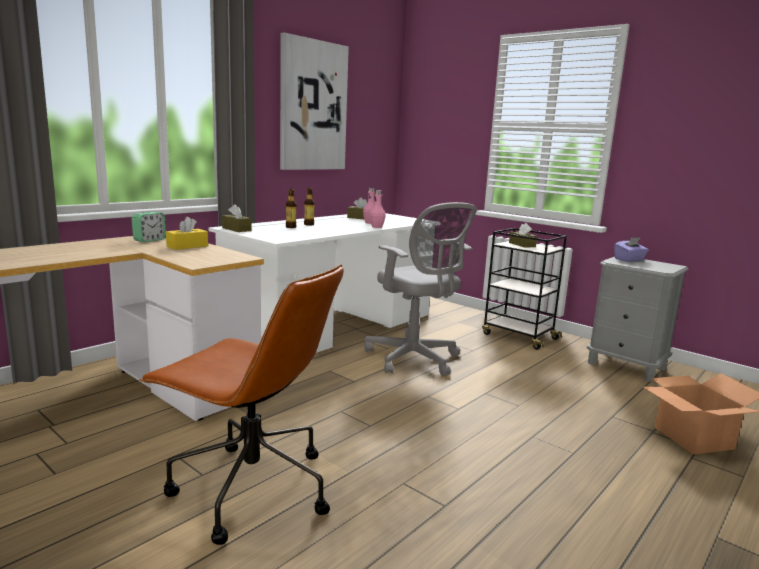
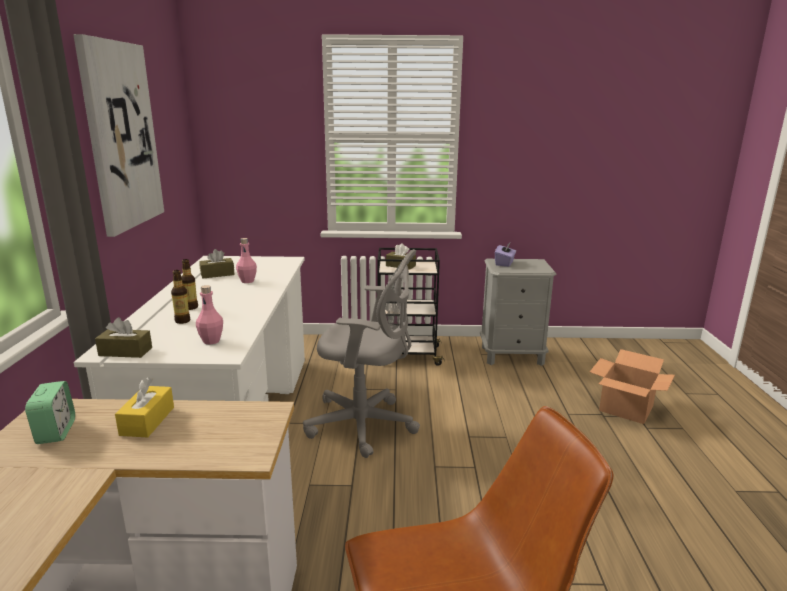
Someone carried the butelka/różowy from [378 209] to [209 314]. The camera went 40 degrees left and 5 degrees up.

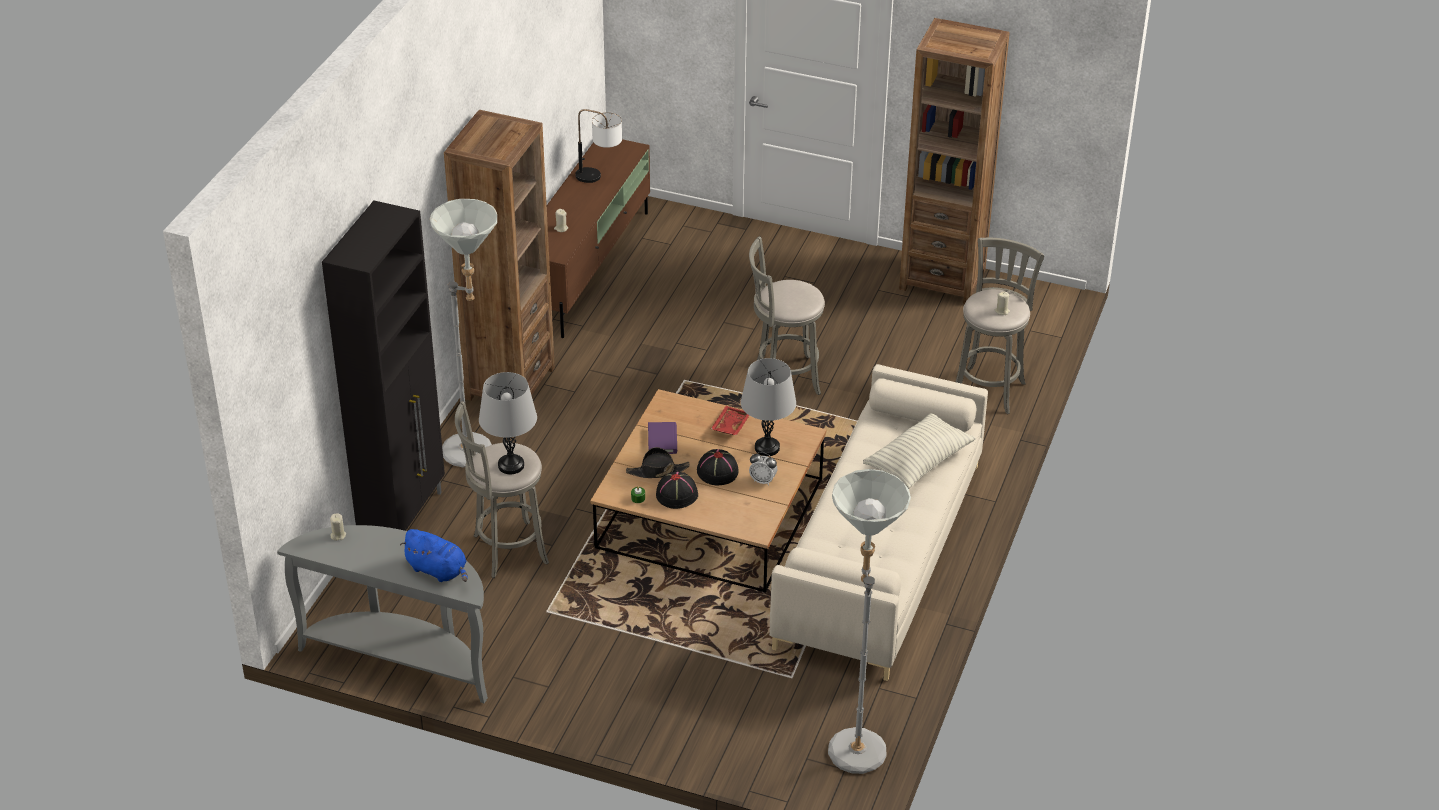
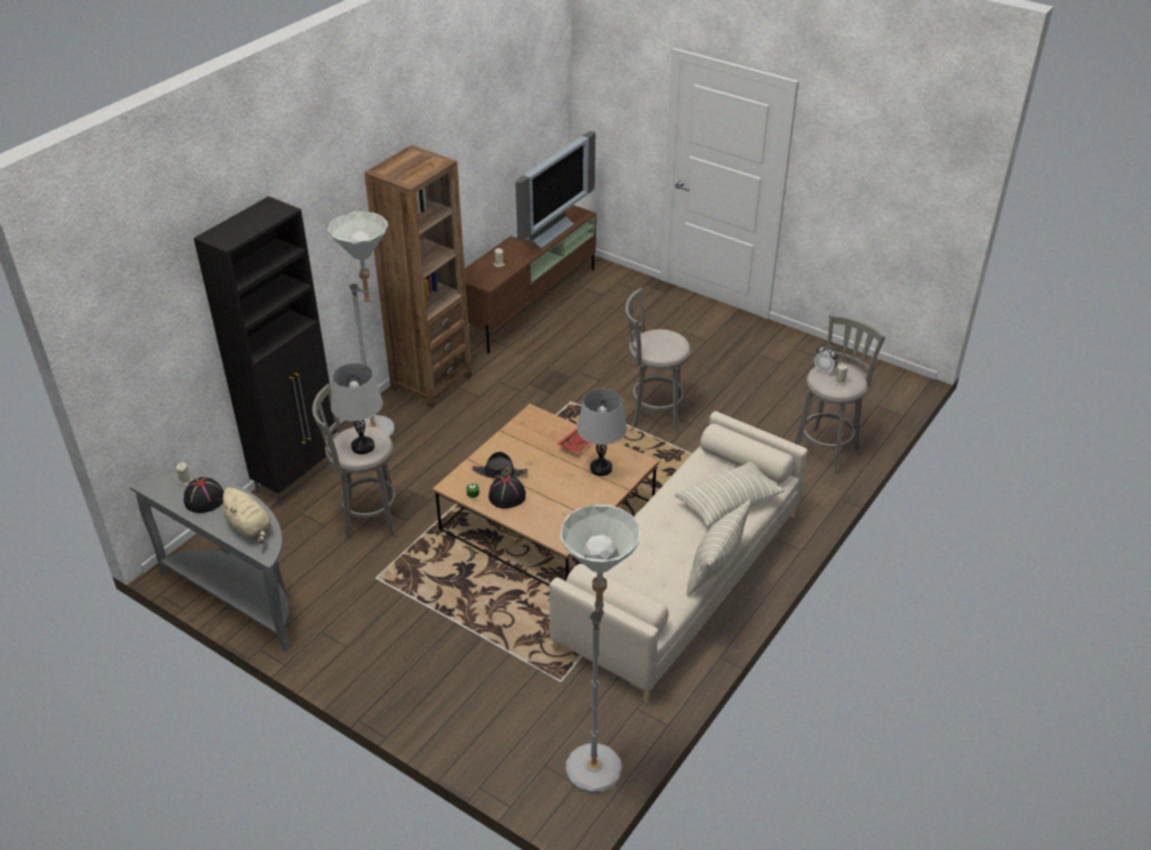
Someone carried the kapelusz/czarny from [718 467] to [204 495]. Someone repainted the pluszak/niebieski at [434 555], which became the pluszak/beżowy at [244 515]. Someone swapped the lampa stołowa at [598 146] for the telewizor at [553 190]. Someone put down the poduszka at [719 547]. Someone carried the budzik from [763 468] to [826 359]. Someone took away the książka/fioletowy at [662 438]. Someone took away the regał/brązowy at [954 161]. The camera went 15 degrees right and 0 degrees up.

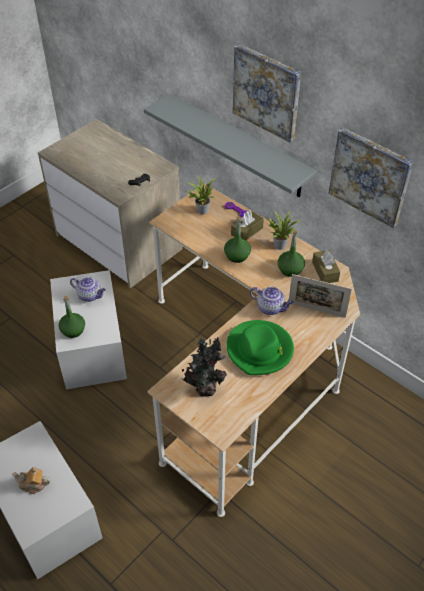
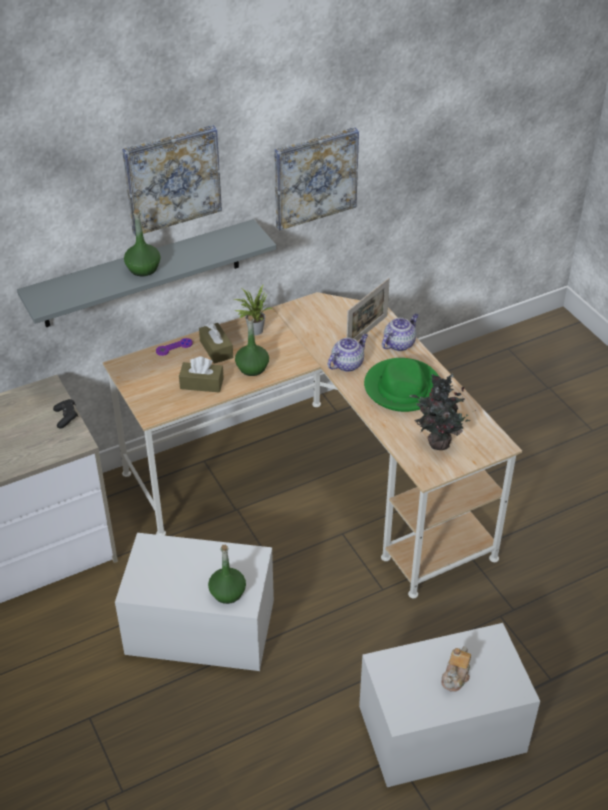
Someone carried the butelka/zielony from [291 253] to [142 242]. Someone carried the pudełko chusteczek/brązowy from [326 266] to [201 375]. Someone carried the imbryk from [88 289] to [400 332]. Someone took away the roślina doniczkowa at [200 195]. The camera went 70 degrees left and 5 degrees down.

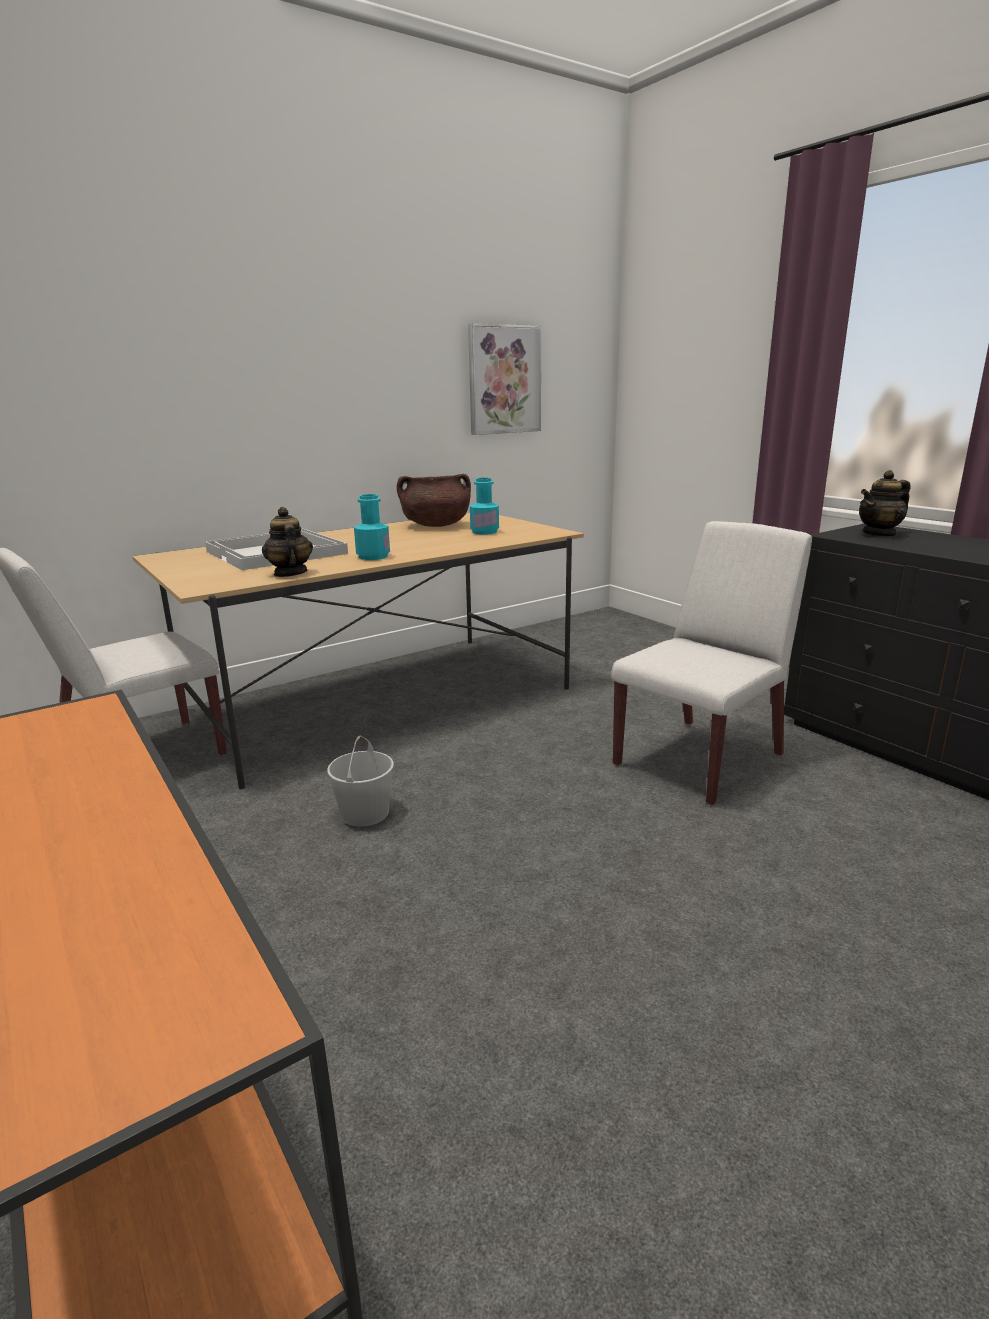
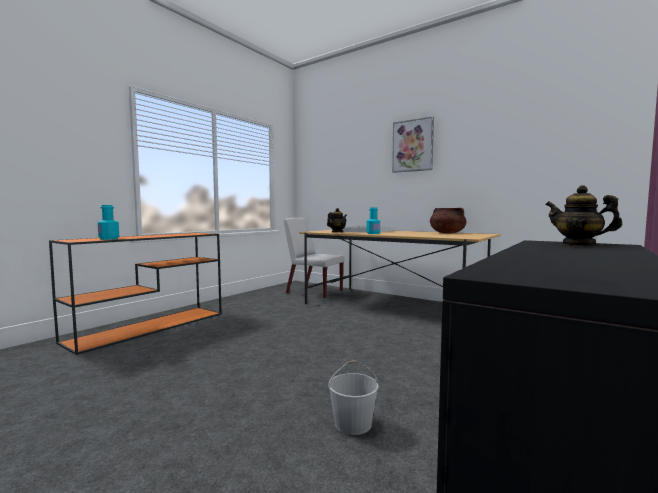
Someone carried the butelka/turkusowy from [484 506] to [108 222]. Someone carried the wiadro/biały from [360 781] to [353 397]. Someone carried the obraz from [504 379] to [413 144]. Someone took away the krzesło/biały at [711 663]. The camera went 70 degrees right and 15 degrees down.

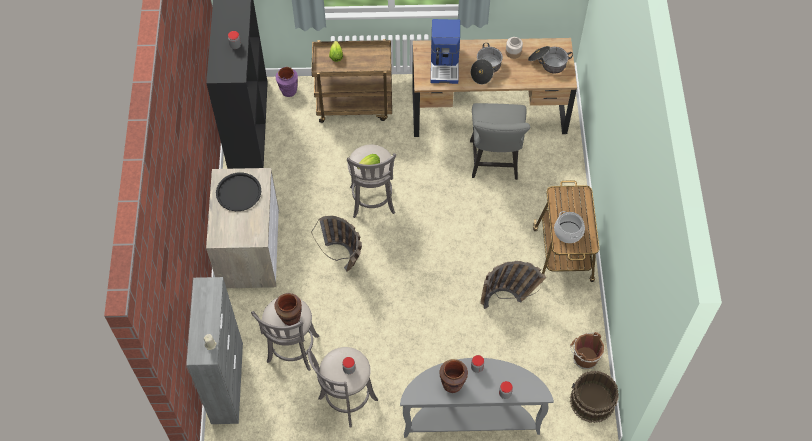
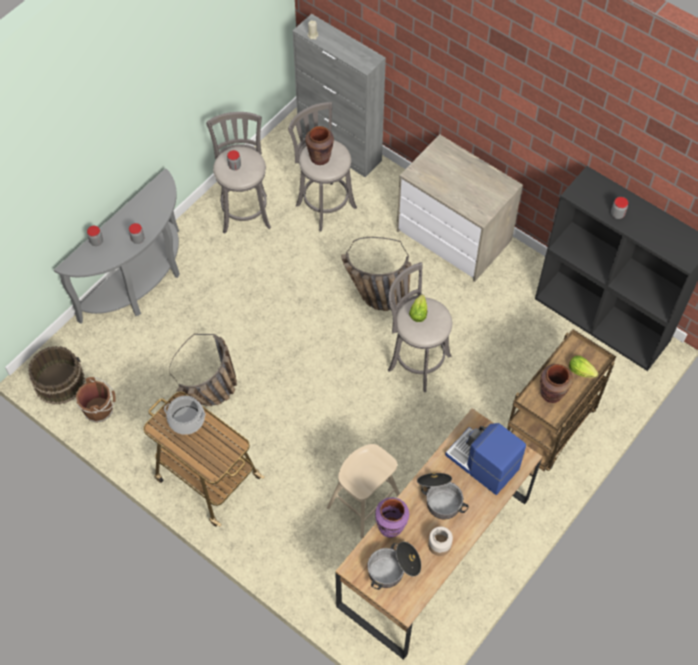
Someone swapped the krzesło/szary at [500 141] for the stołek/beżowy at [363 491]. Someone carried the wazon/fioletowy from [287 82] to [392 517]. Someone carried the wazon/brązowy from [453 376] to [556 383]. Someone took away the taca/czarny at [238 191]. The camera went 130 degrees right and 0 degrees up.

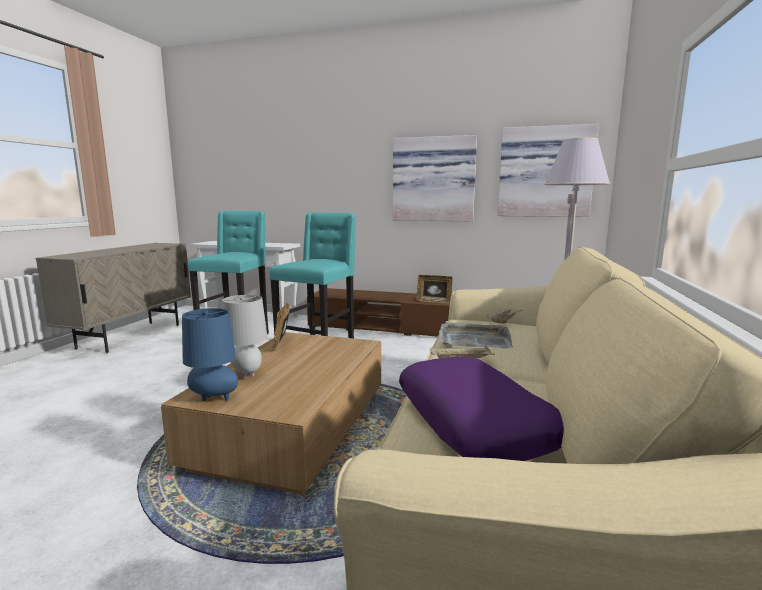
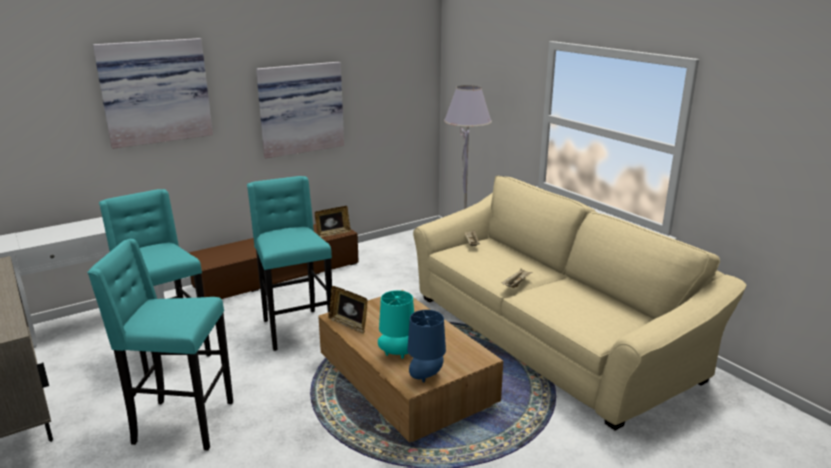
Someone put down the stołek/turkusowy at [160 344]. Someone carried the obraz from [548 170] to [153 93]. Someone repainted the lampa stołowa/szary at [244 336], which became the lampa stołowa/turkusowy at [396 324]. Someone took away the poduszka/fioletowy at [481 409]. Someone took away the taca/szary at [476 334]. The camera went 50 degrees left and 10 degrees up.

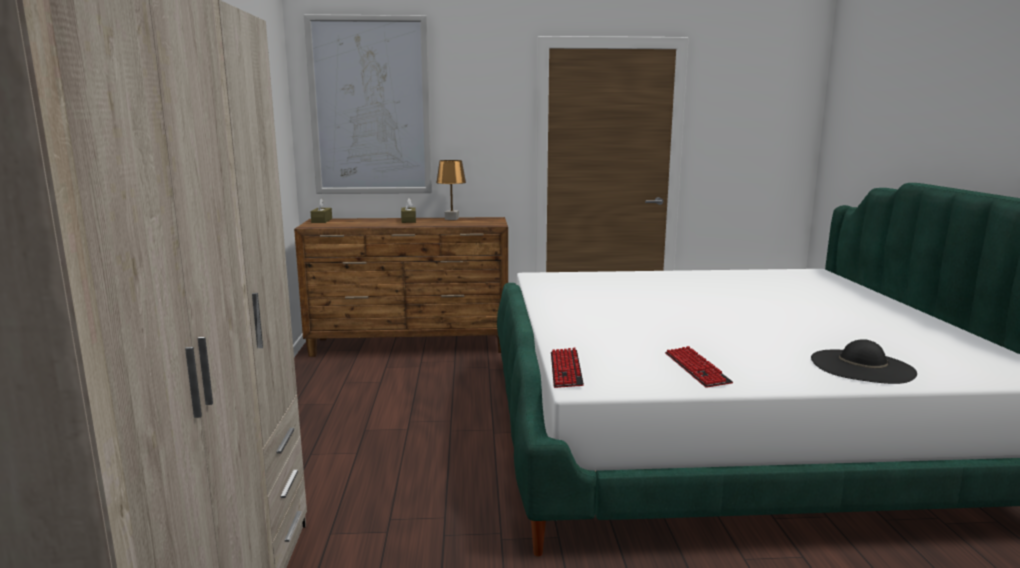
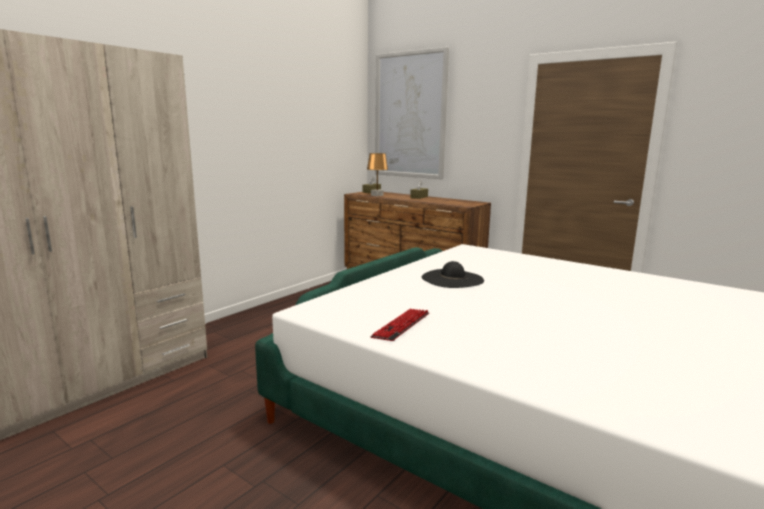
Someone carried the lampa stołowa/brązowy from [451 190] to [377 174]. Someone carried the kapelusz/czarny from [864 361] to [453 274]. Someone took away the klawiatura at [567 368]. The camera went 40 degrees right and 0 degrees up.

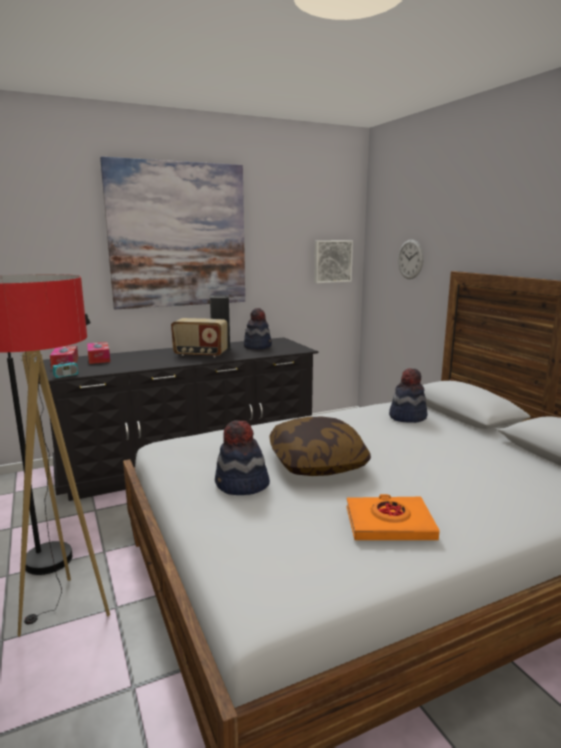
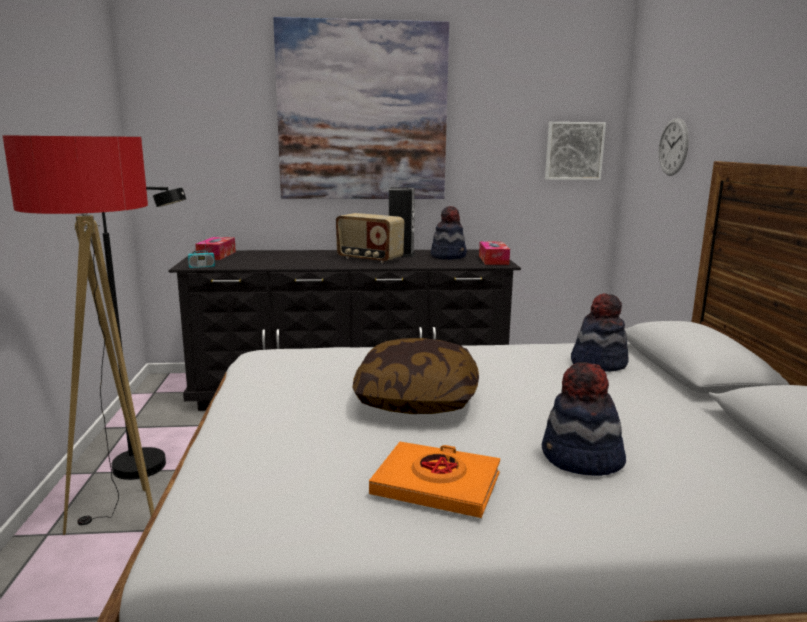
Someone carried the pudełko chusteczek from [98 353] to [494 253]. Someone carried the kapelusz from [242 457] to [584 419]. The camera went 20 degrees right and 0 degrees up.

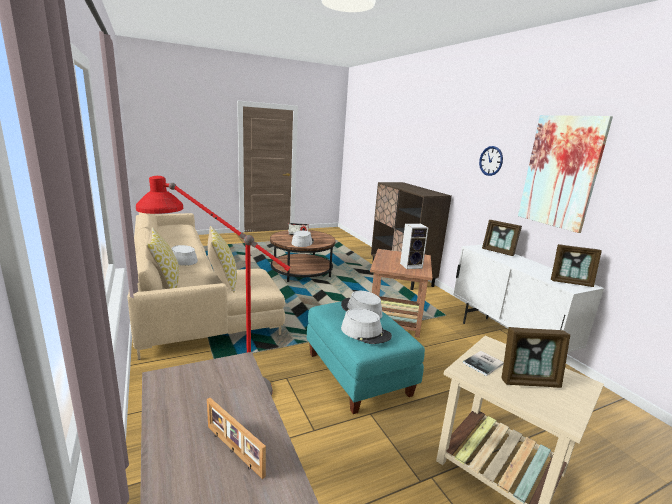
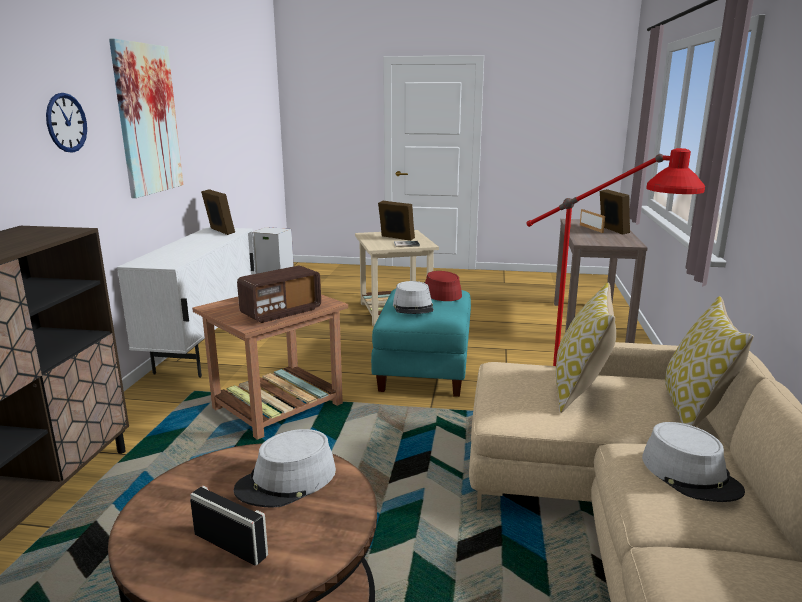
Someone put down the radio at [279 294]. Someone repainted the kapelusz/szary at [366 326], which became the kapelusz/czerwony at [443 286]. Someone carried the ramka na zdjęcie from [502 238] to [615 212]. The camera went 145 degrees left and 0 degrees up.

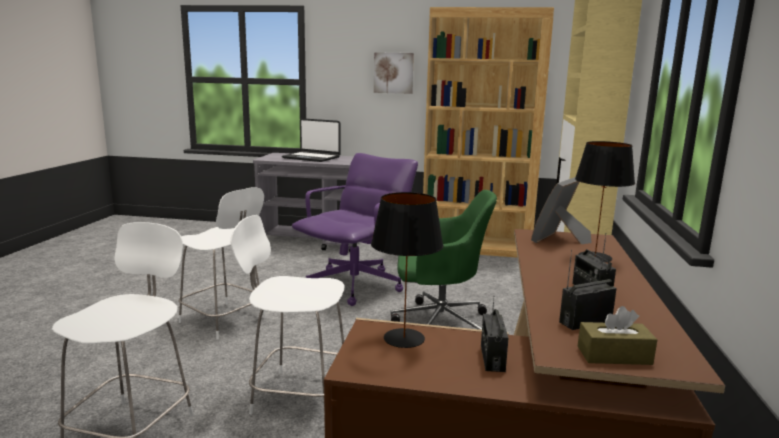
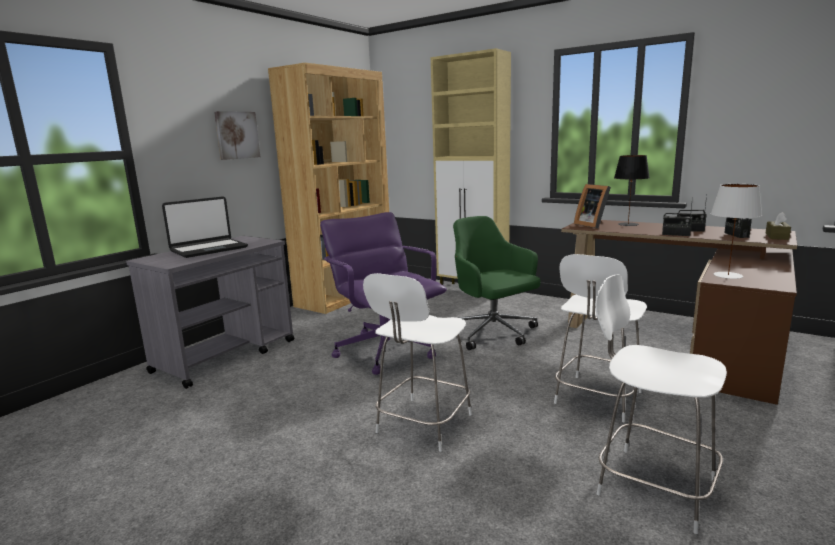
Someone rotated the krzesło/biały at [222 263] by 150 degrees clockwise. Someone rotated the krzesło biurowe/zielony at [443 260] by 60 degrees counterclockwise. Someone carried the radio from [494 336] to [677 220]. Someone repainted the lampa stołowa/czarny at [407 270], which became the lampa stołowa/biały at [736 231]. The camera went 65 degrees left and 0 degrees up.

